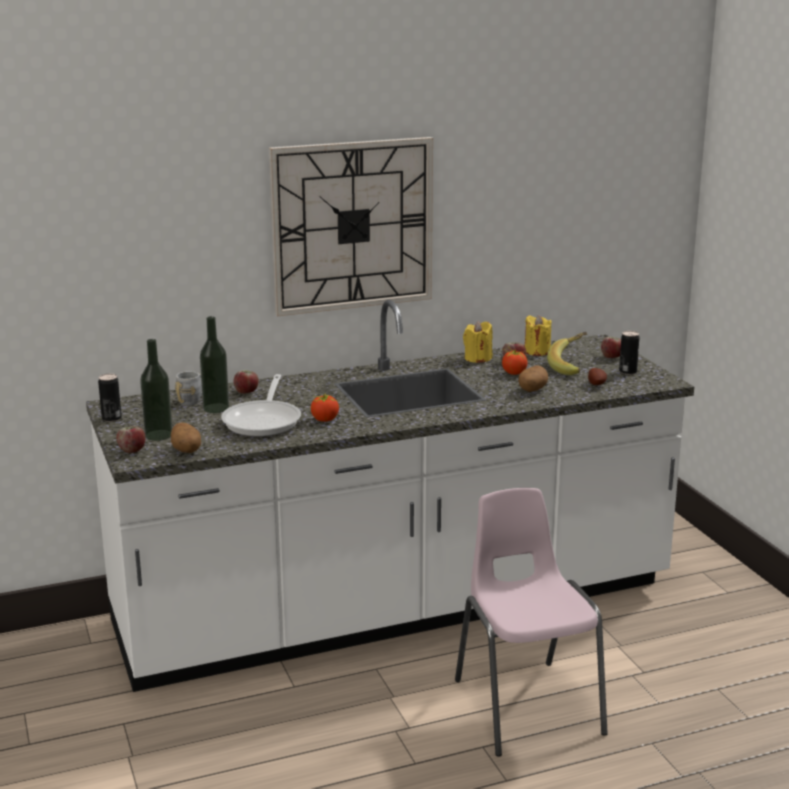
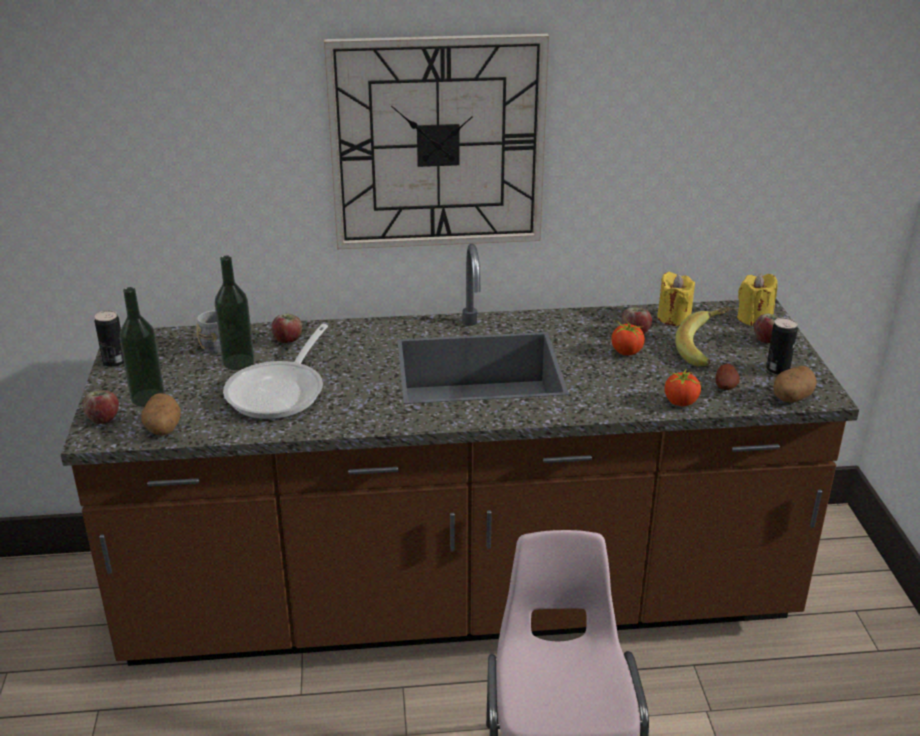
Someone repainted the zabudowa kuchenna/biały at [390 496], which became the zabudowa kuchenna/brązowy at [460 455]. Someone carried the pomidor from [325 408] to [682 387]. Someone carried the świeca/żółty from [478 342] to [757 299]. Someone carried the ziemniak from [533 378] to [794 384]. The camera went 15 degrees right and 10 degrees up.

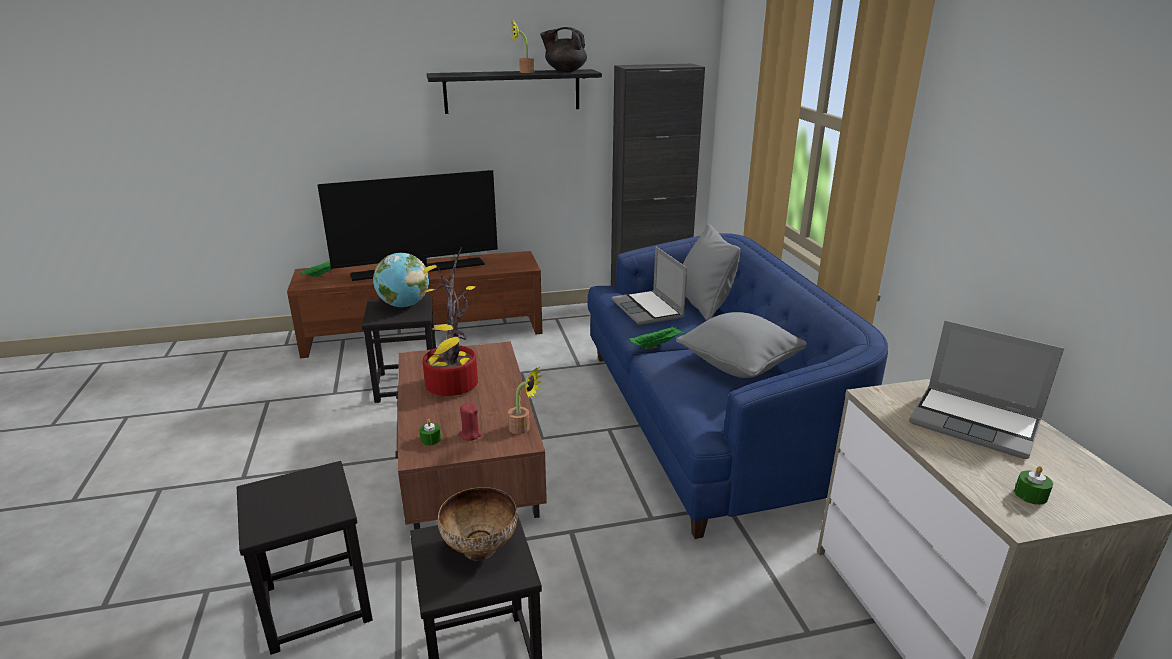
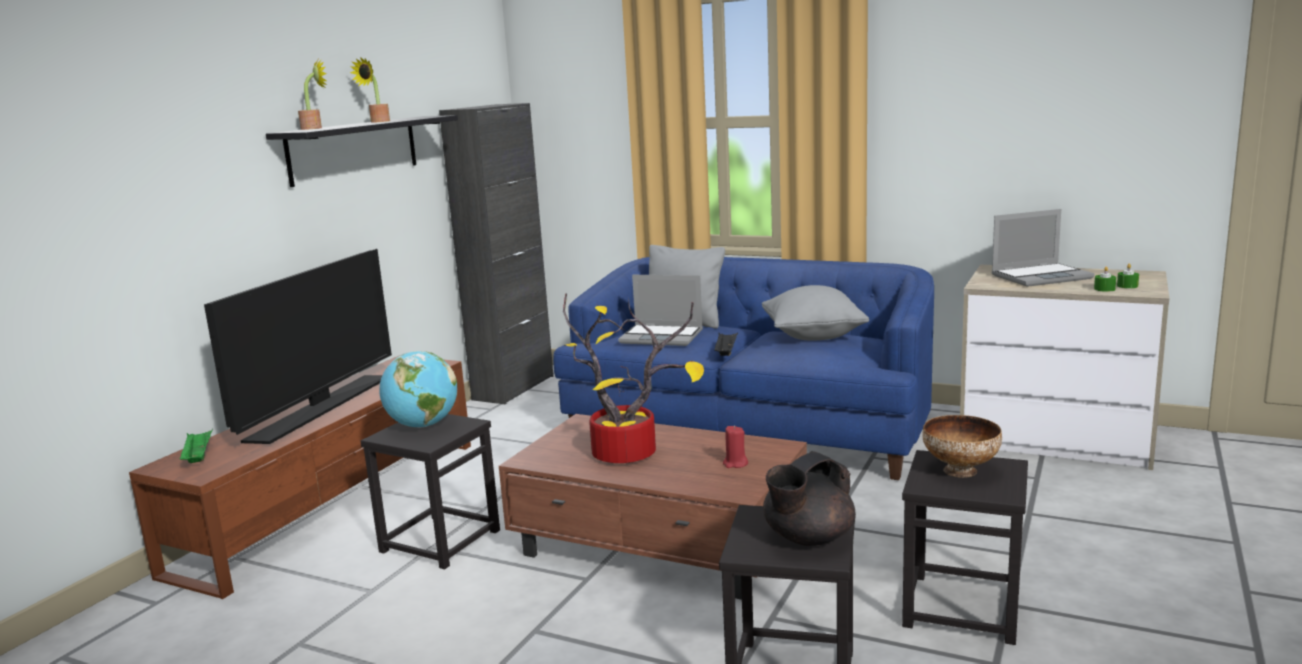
Someone carried the roślina doniczkowa from [524 400] to [312 94]. Someone repainted the taca/zielony at [657 337], which became the taca/czarny at [726 344]. Someone carried the imbryk/czarny from [563 49] to [809 498]. Someone carried the świeca/zielony from [430 432] to [1105 279]. The camera went 50 degrees left and 10 degrees down.

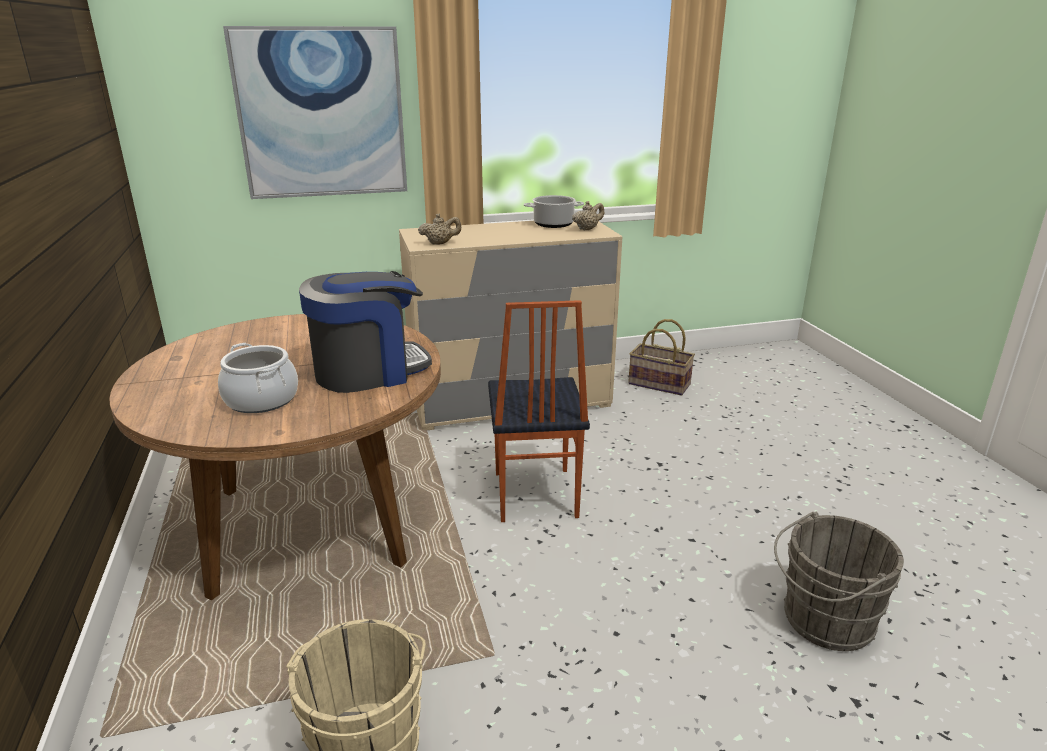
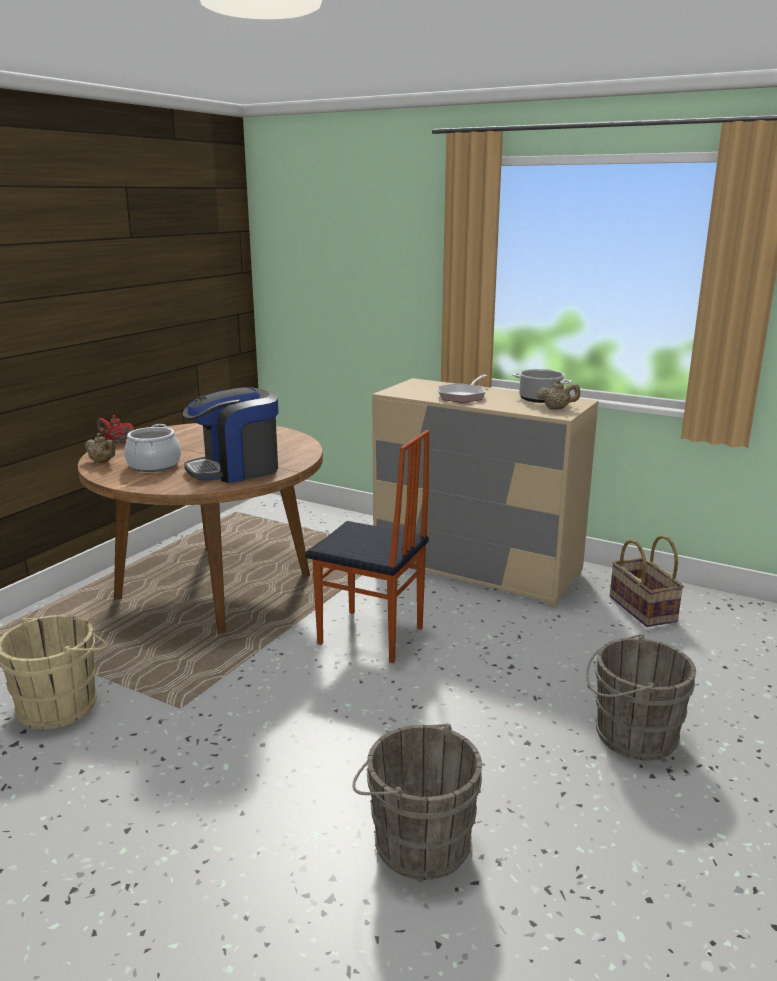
Someone carried the imbryk/beżowy from [439 229] to [100 448]. Someone put down the imbryk/czerwony at [115 429]. Someone rotated the ekspres do kawy at [365 332] by 135 degrees clockwise. Someone rotated the krzesło at [539 411] by 105 degrees counterclockwise. Someone put down the patelnia at [462 389]. Someone put down the wiadro/szary at [641 697]. Someone took away the obraz at [315 112]. The camera went 45 degrees right and 5 degrees down.

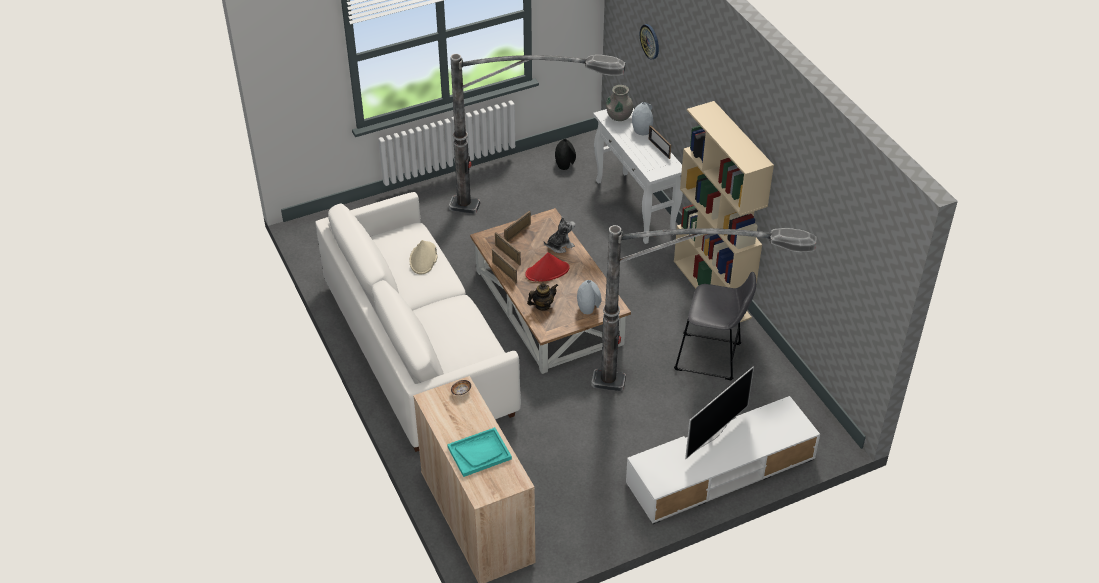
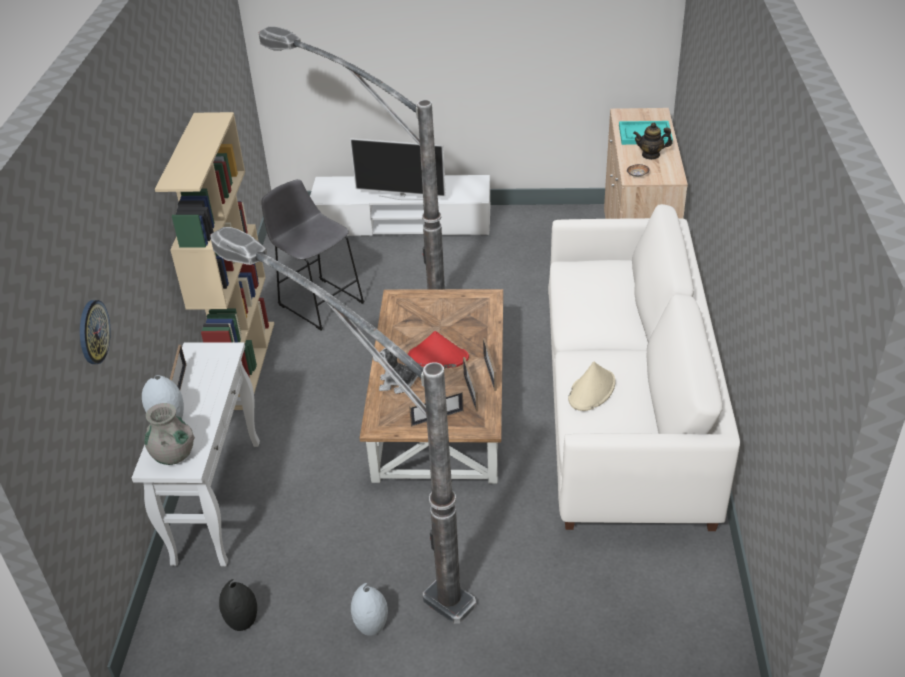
Someone rotated the telewizor at [719 412] by 150 degrees counterclockwise. Someone carried the wazon/szary from [589 297] to [369 609]. Someone carried the imbryk from [542 297] to [652 141]. The camera went 150 degrees left and 5 degrees down.

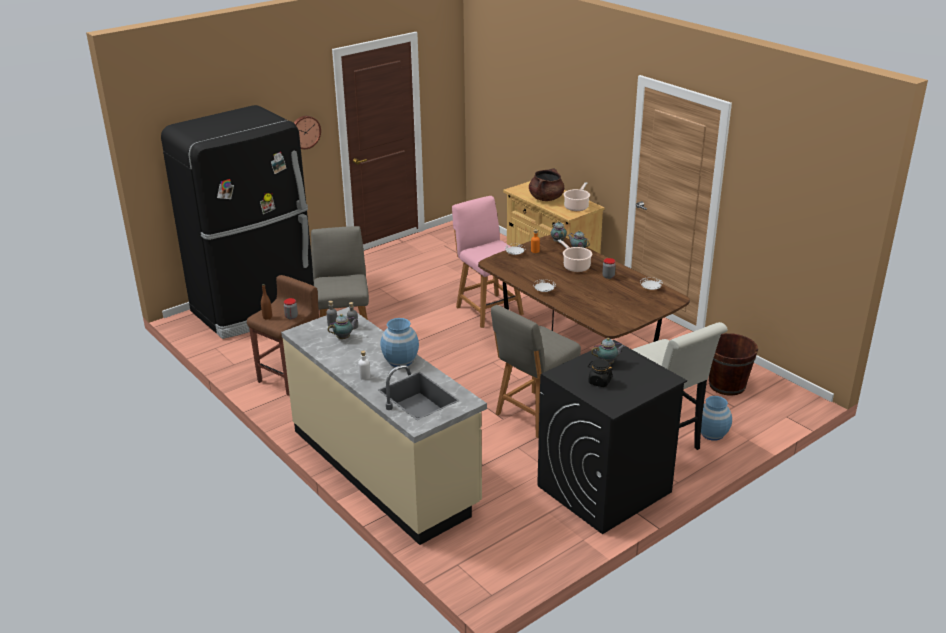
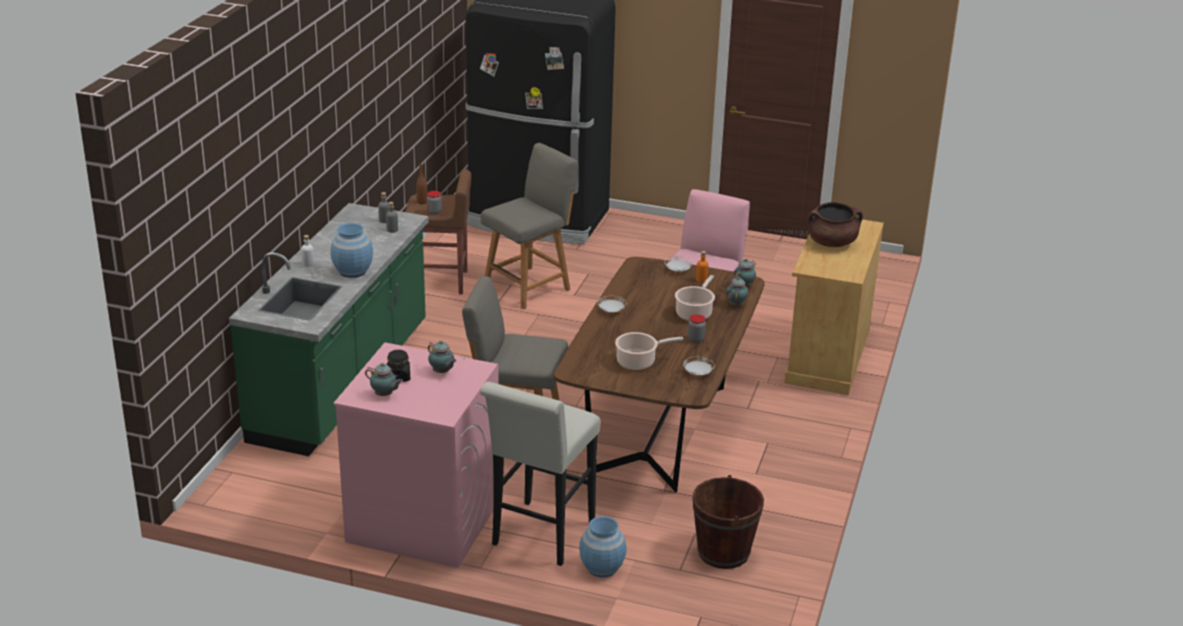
Someone repainted the zabudowa kuchenna/beżowy at [384 426], which became the zabudowa kuchenna/zielony at [329 329]. Someone repainted the pralka/czarny at [612 437], which became the pralka/różowy at [416 455]. Someone carried the imbryk from [343 326] to [384 379]. Someone carried the garnek from [576 196] to [649 351]. Someone took away the zegar ścienny at [307 132]. The camera went 55 degrees right and 0 degrees up.

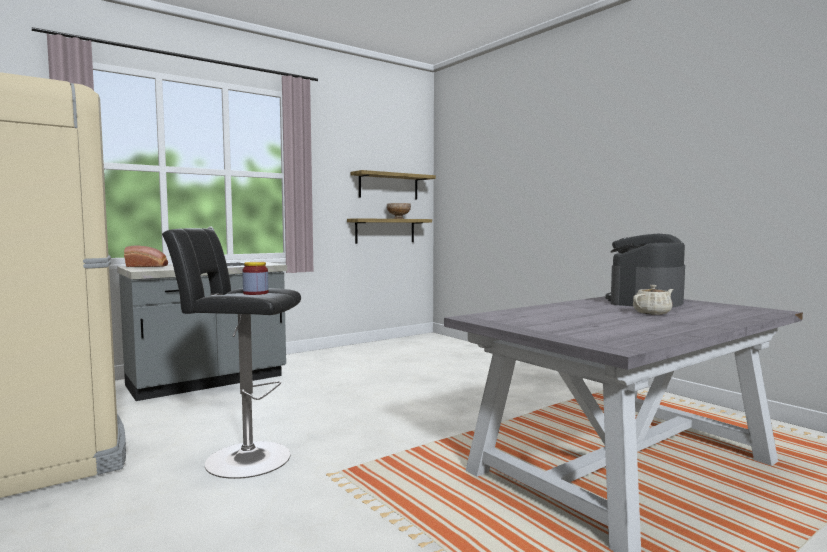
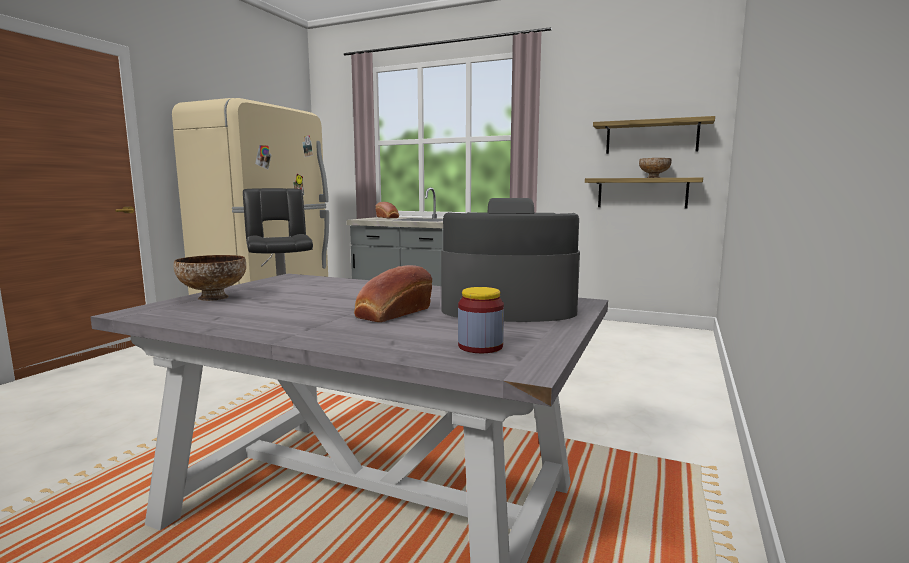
Someone put down the miska at [210 278]. Someone swapped the imbryk/beżowy at [653 300] for the chleb at [393 293]. Someone carried the słoik from [255 278] to [481 320]. The camera went 60 degrees right and 5 degrees up.

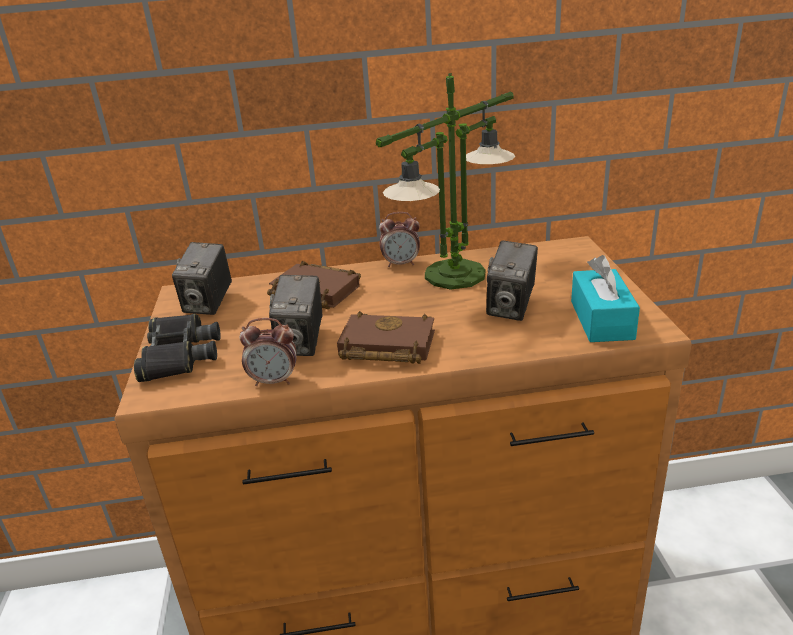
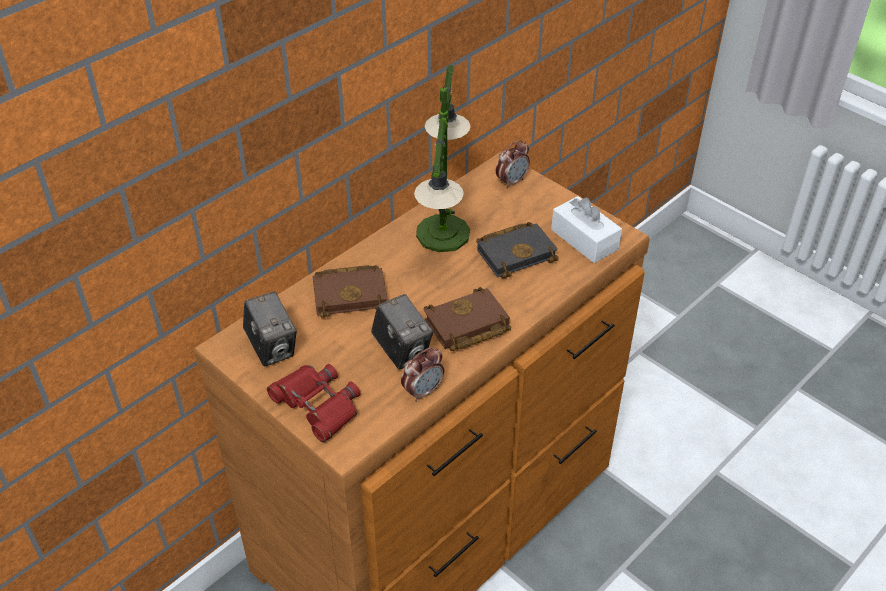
Someone repainted the lornetka/czarny at [177 348], which became the lornetka/czerwony at [314 403]. Someone swapped the aparat fotograficzny at [512 280] for the książka/czarny at [517 250]. Someone carried the budzik from [399 239] to [513 164]. Someone repainted the pudełko chusteczek/turkusowy at [605 298], which became the pudełko chusteczek/biały at [586 229]. The camera went 40 degrees left and 15 degrees up.

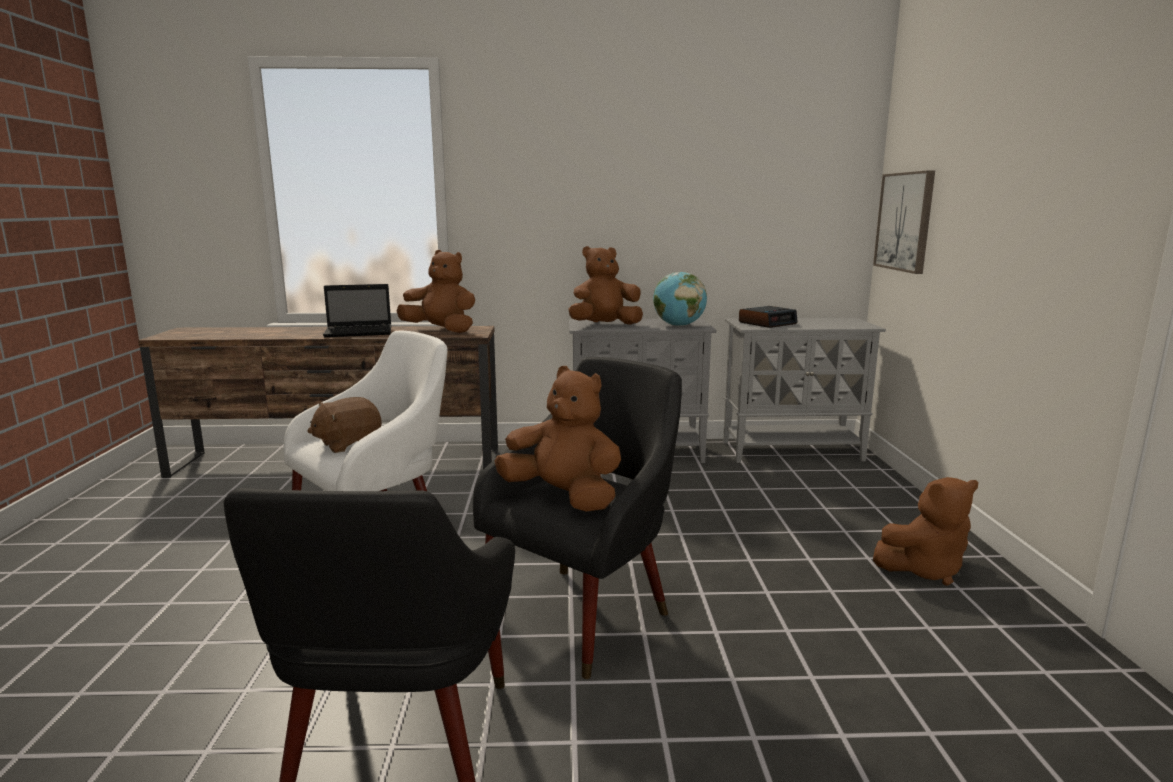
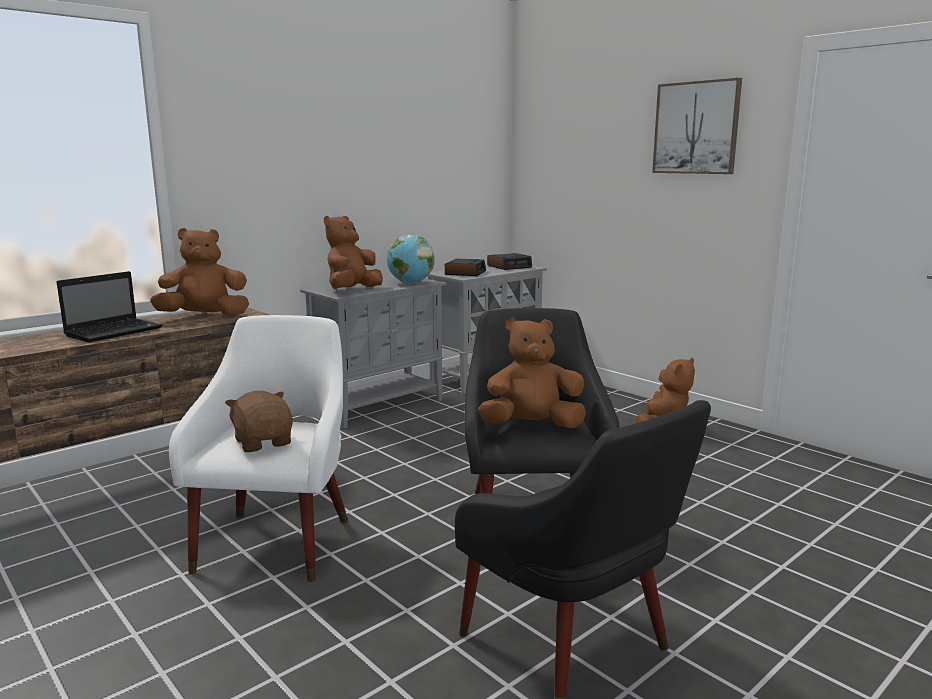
Someone rotated the pluszak/brązowy at [345 425] by 135 degrees clockwise. Someone put down the budzik at [509 261]. Someone carried the obraz from [904 222] to [697 126]. The camera went 40 degrees left and 0 degrees up.

